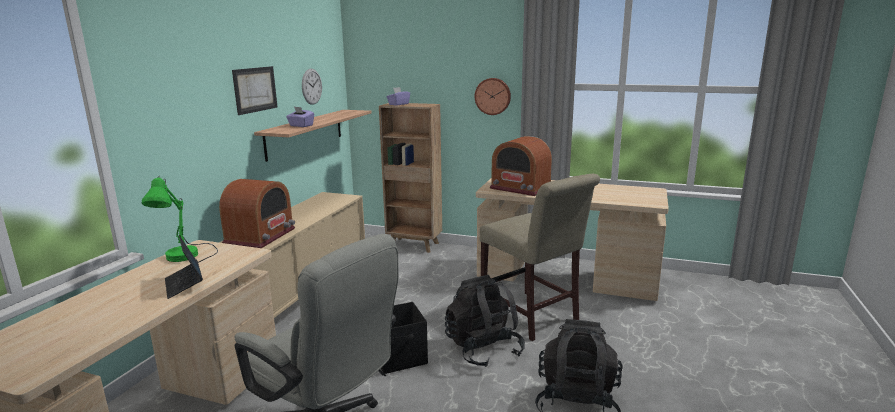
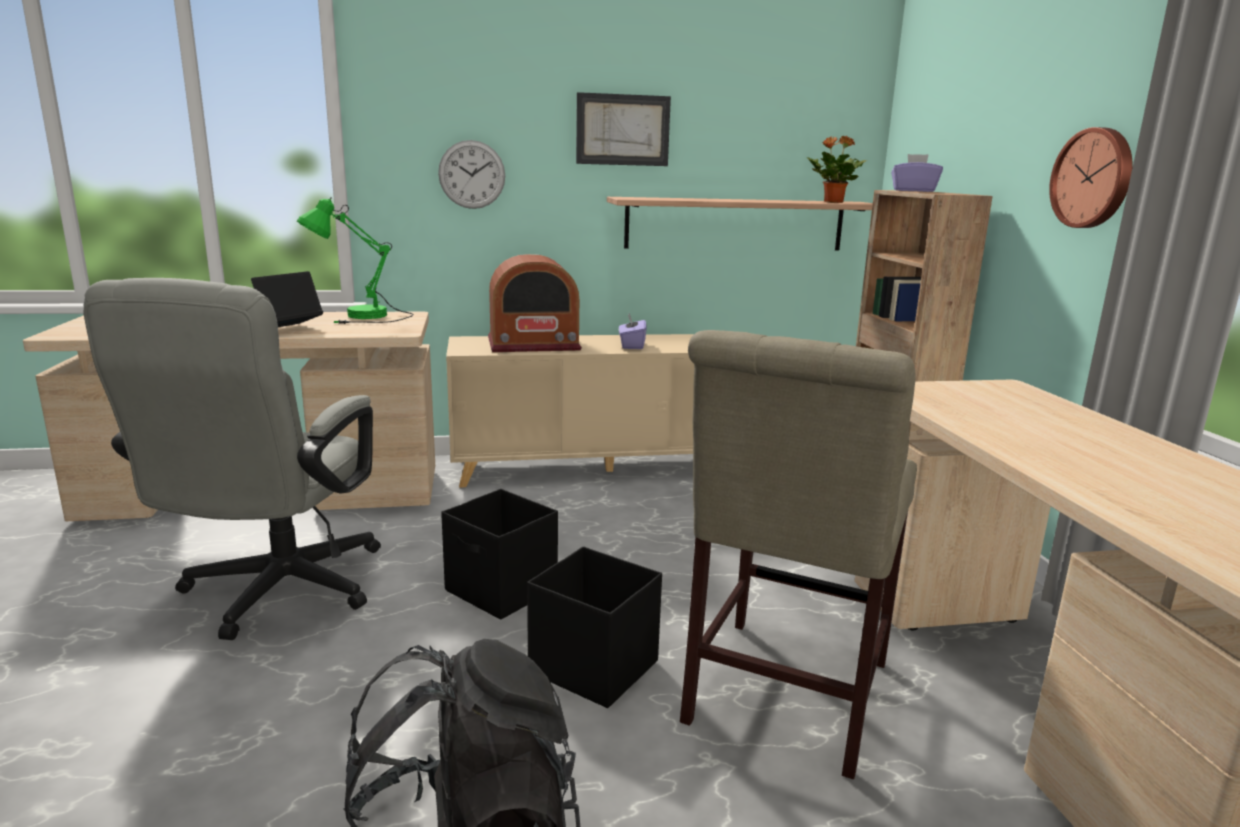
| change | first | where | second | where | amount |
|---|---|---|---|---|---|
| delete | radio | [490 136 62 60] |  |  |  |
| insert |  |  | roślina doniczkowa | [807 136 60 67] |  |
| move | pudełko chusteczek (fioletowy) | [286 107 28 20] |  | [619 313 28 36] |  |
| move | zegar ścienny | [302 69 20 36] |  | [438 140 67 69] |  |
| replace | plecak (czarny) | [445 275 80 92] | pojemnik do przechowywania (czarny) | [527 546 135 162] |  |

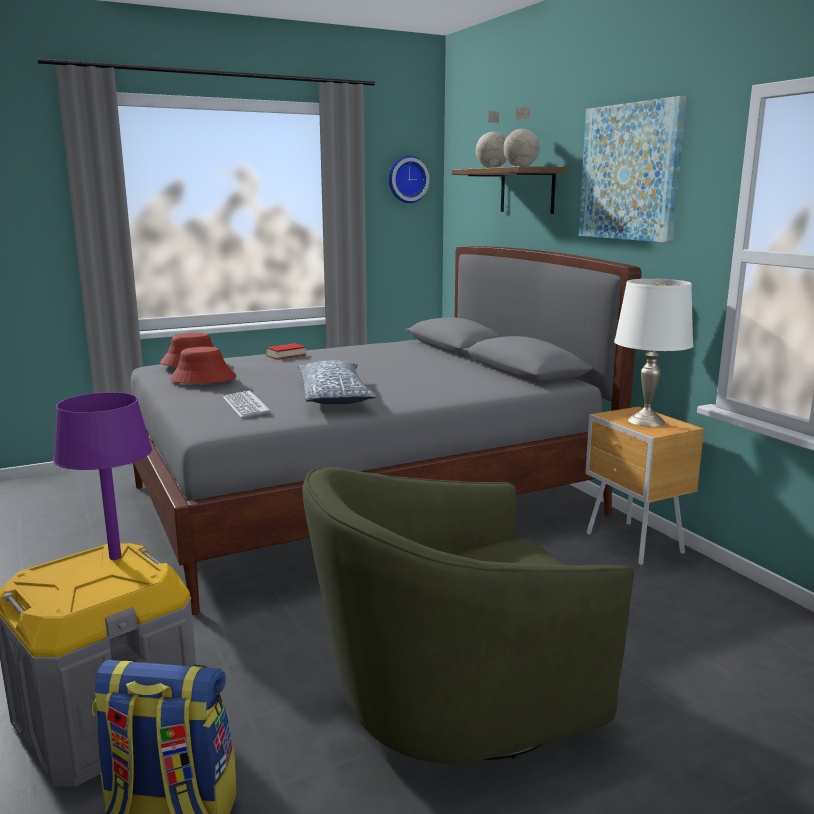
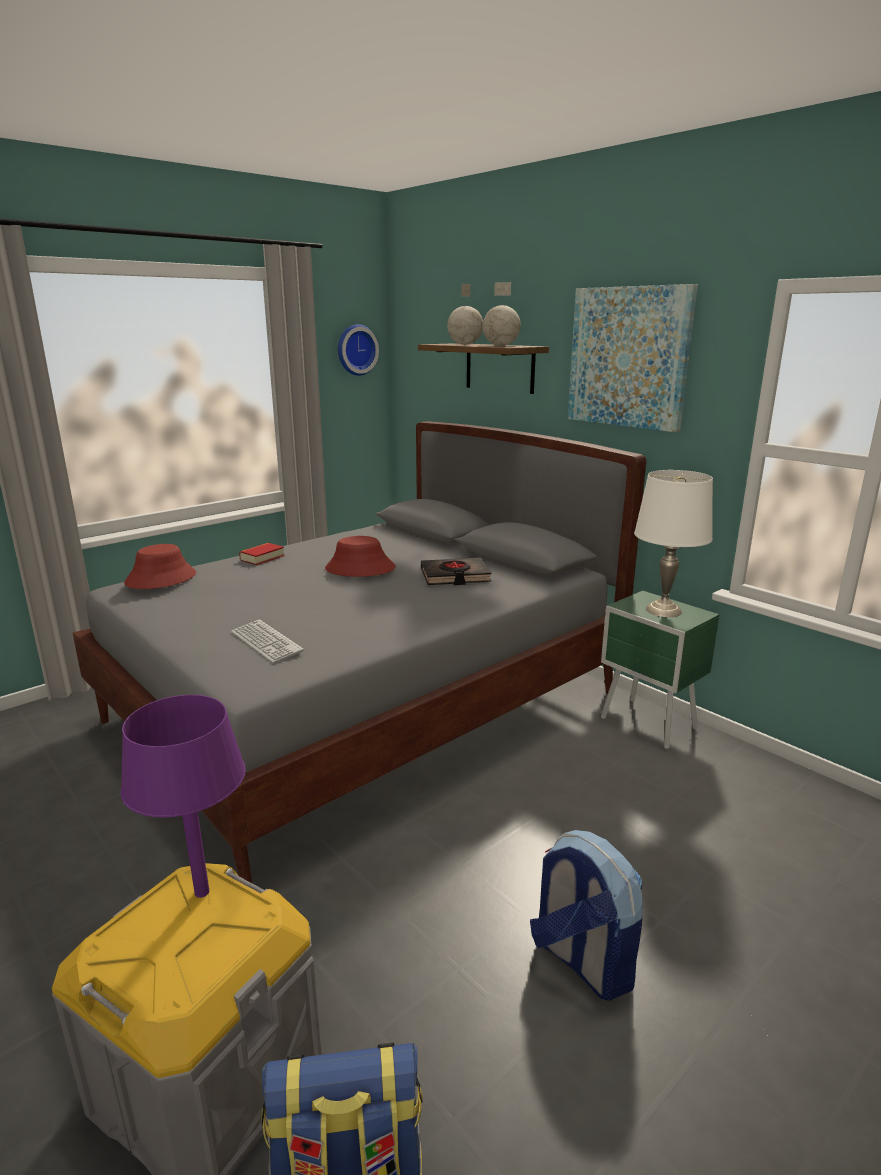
| change | first | where | second | where | amount |
|---|---|---|---|---|---|
| delete | poduszka | [298 360 78 44] |  |  |  |
| insert |  |  | książka (czarny) | [421 558 71 27] |  |
| move | kapelusz (czerwony) | [170 347 67 37] |  | [325 536 71 41] |  |
| replace | fotel (zielony) | [302 467 332 298] | plecak | [530 830 113 171] |  |
| recolor | szafka nocna (brązowy) | [585 406 119 159] | szafka nocna (zielony) | [601 591 119 158] |  |

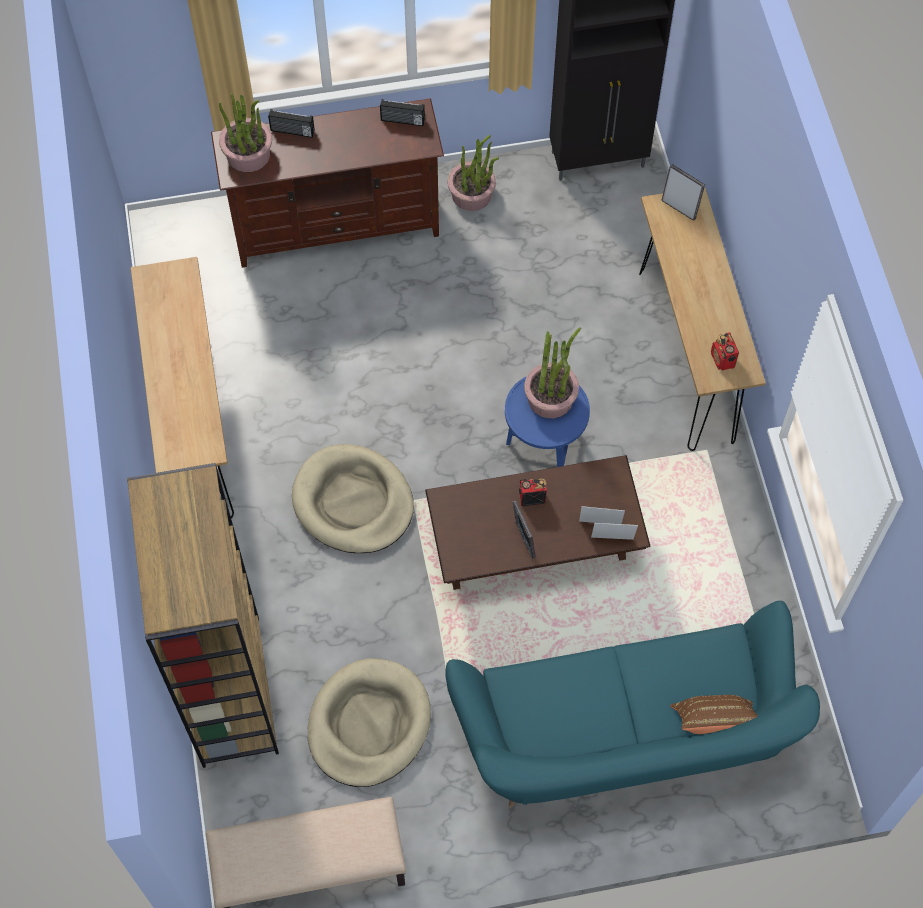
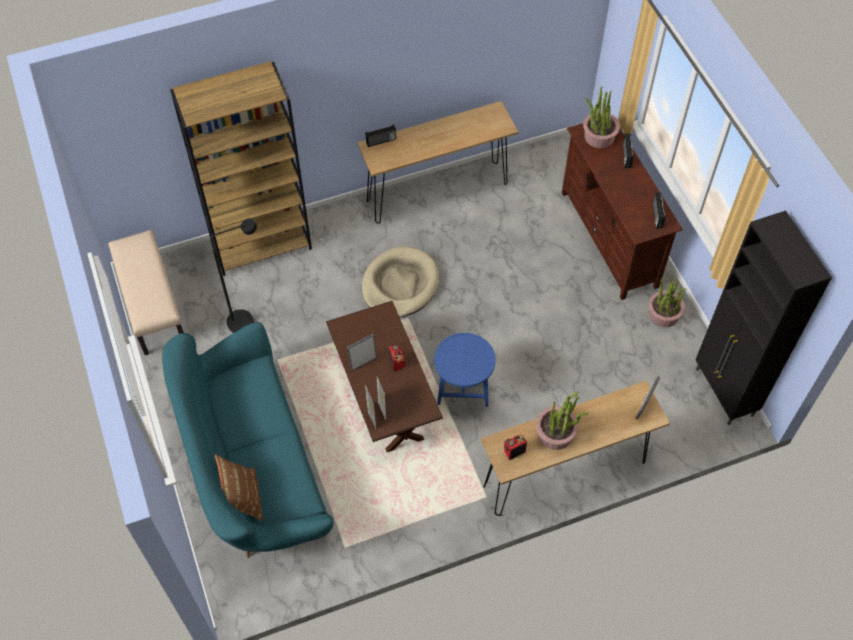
| change | first | where | second | where | amount |
|---|---|---|---|---|---|
| insert |  |  | radio | [365 124 31 23] |  |
| move | roślina doniczkowa | [524 328 57 90] |  | [536 391 52 59] |  |
| replace | legowisko (beżowy) | [308 658 123 129] | lampa stojąca (czarny) | [211 218 46 115] |  |

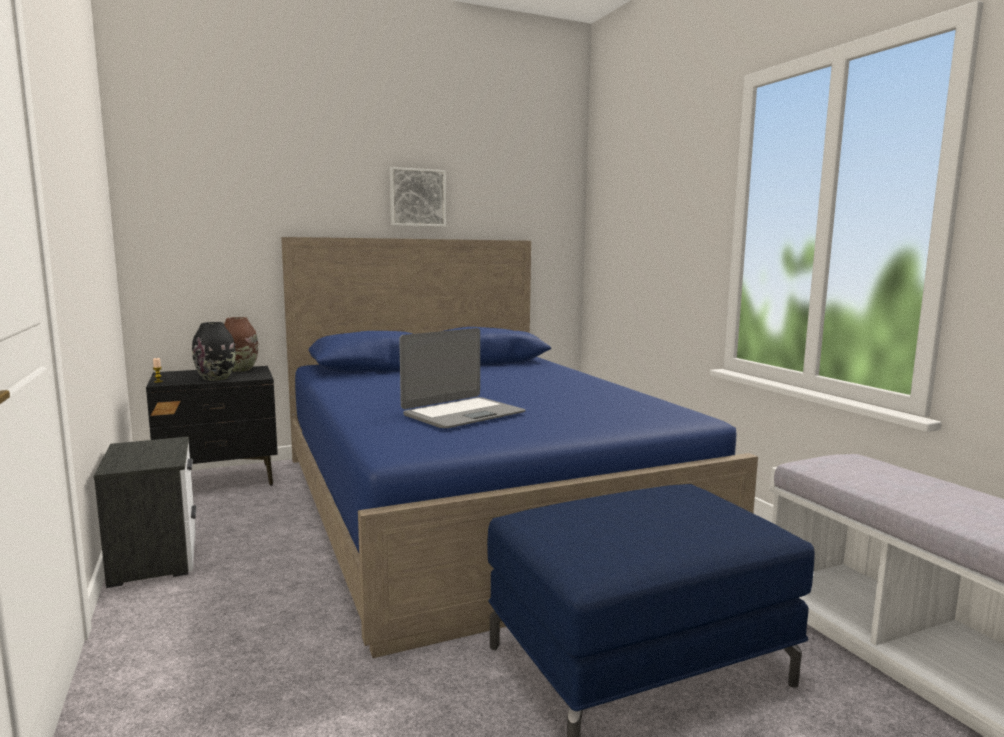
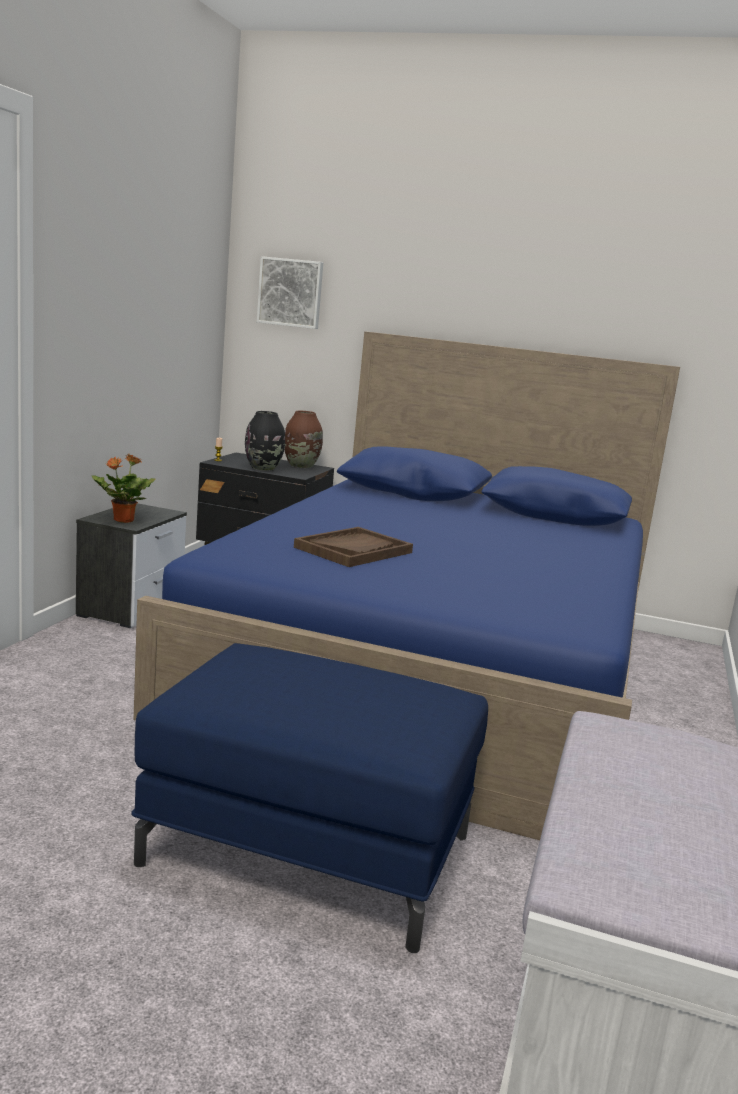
| change | first | where | second | where | amount |
|---|---|---|---|---|---|
| insert |  |  | roślina doniczkowa | [91 454 65 69] |  |
| move | obraz | [390 167 56 60] |  | [257 256 66 73] |  |
| replace | laptop | [399 328 127 100] | taca (brązowy) | [294 527 119 40] |  |

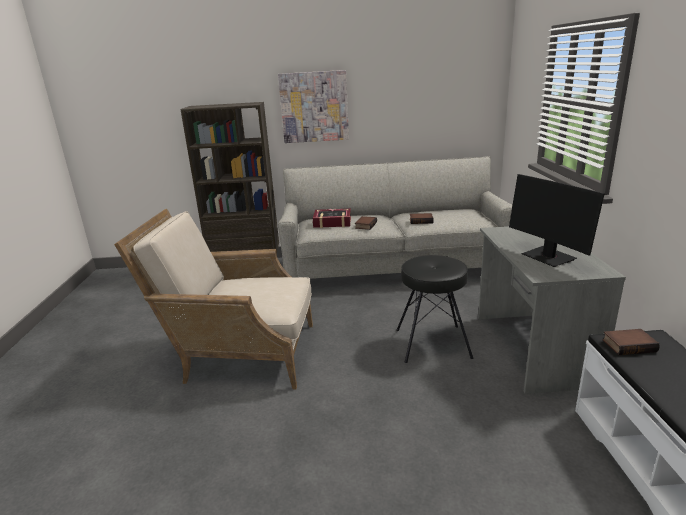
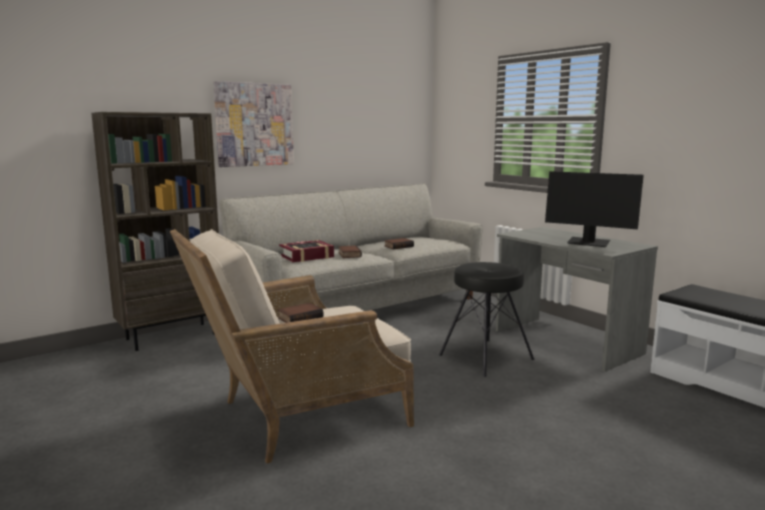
| change | first | where | second | where | amount |
|---|---|---|---|---|---|
| move | książka | [602 329 58 26] |  | [278 303 45 20] |  |

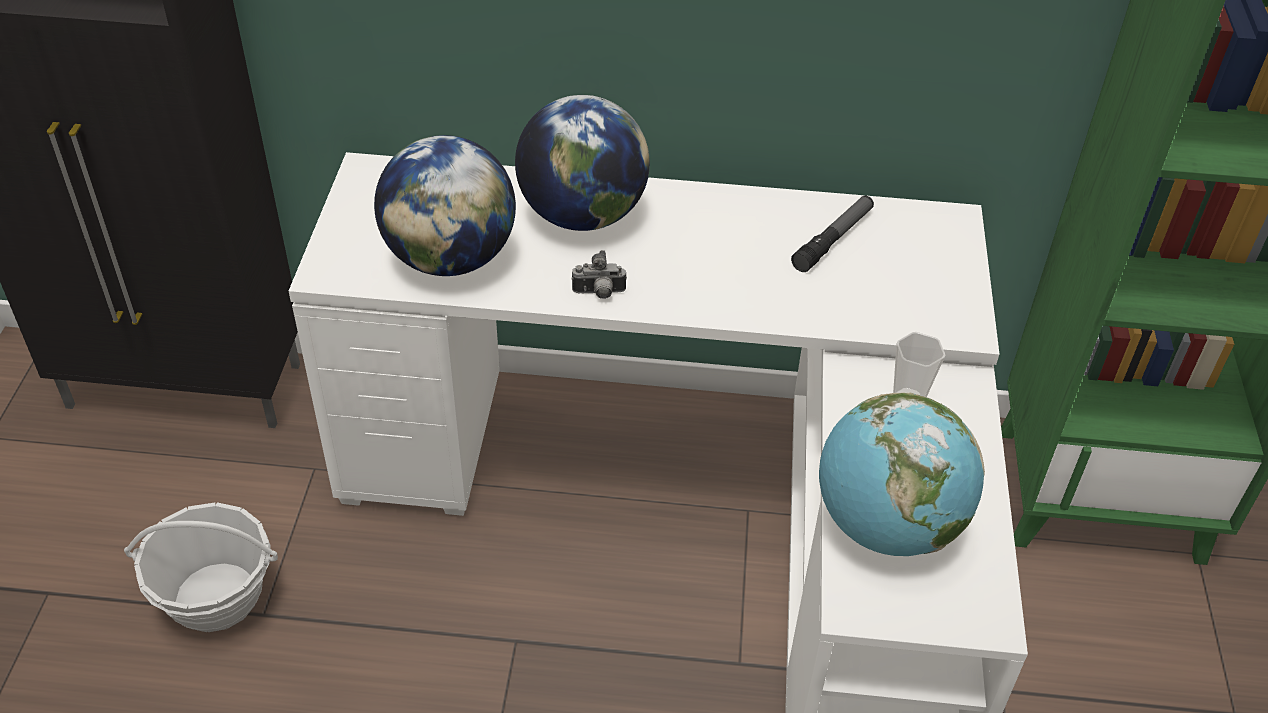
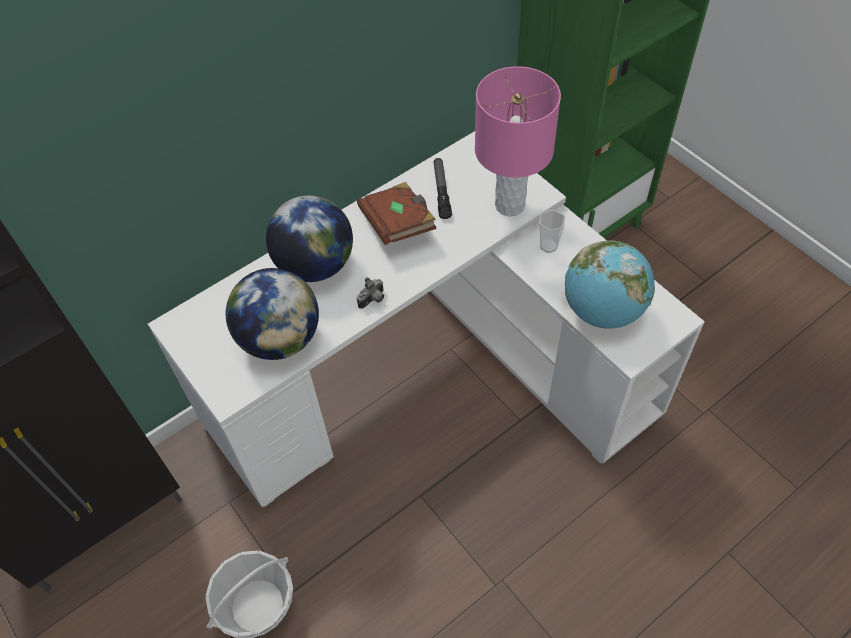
| change | first | where | second | where | amount |
|---|---|---|---|---|---|
| insert |  |  | książka (brązowy) | [357 182 79 63] |  |
| insert |  |  | lampa stołowa (różowy) | [475 66 86 150] |  |

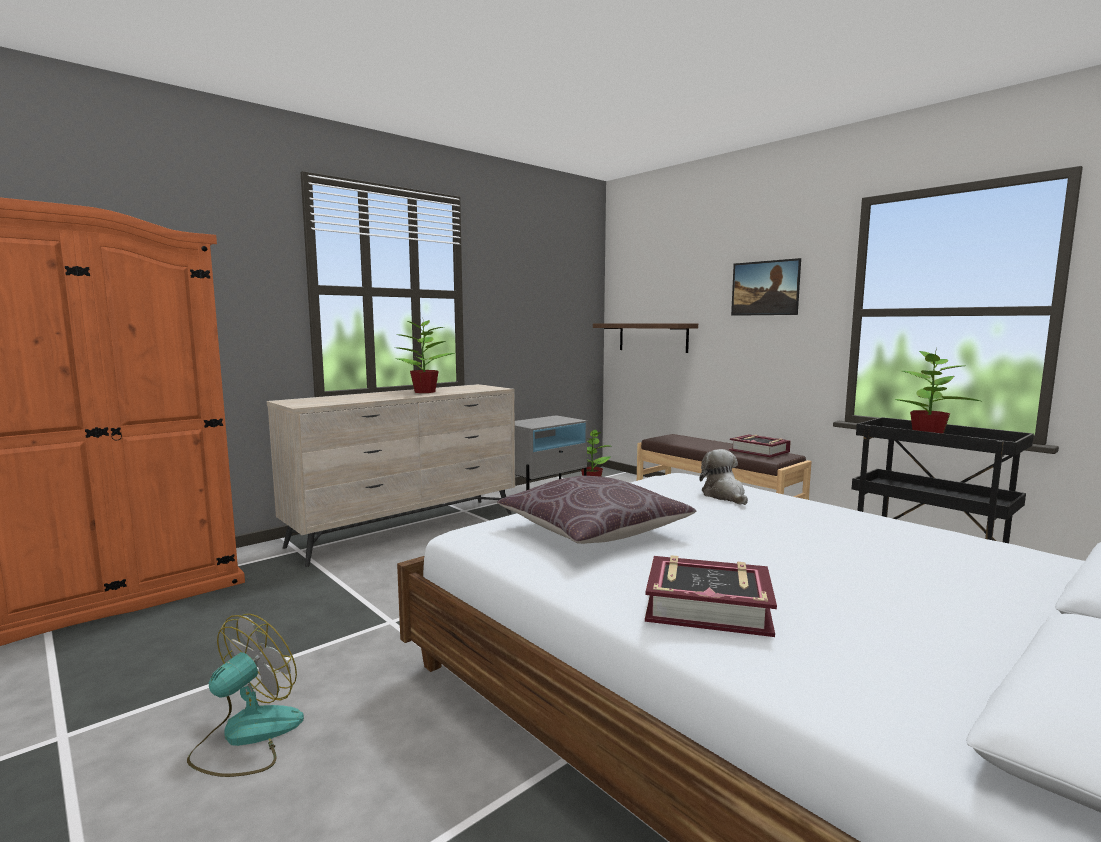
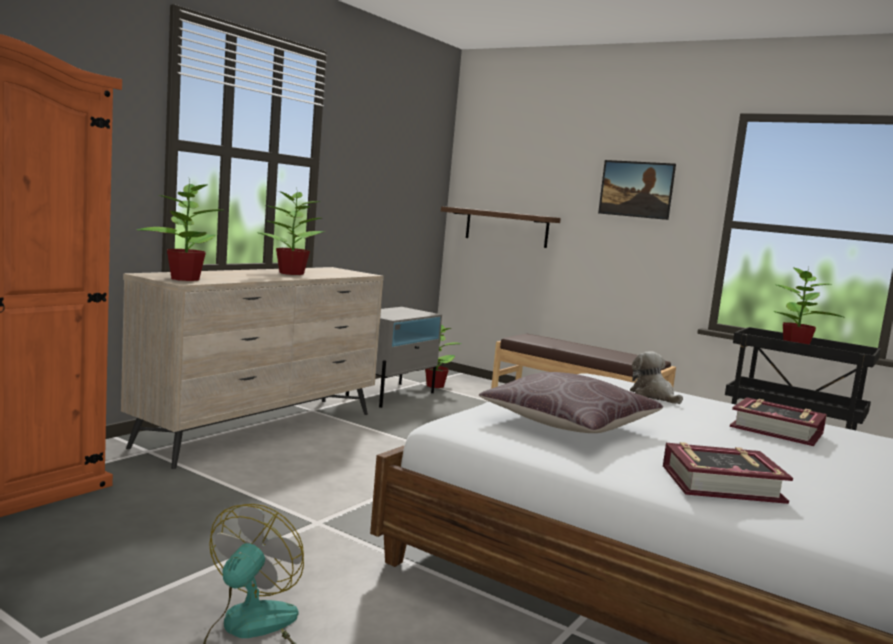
| change | first | where | second | where | amount |
|---|---|---|---|---|---|
| insert |  |  | roślina doniczkowa | [137 180 85 101] |  |
| move | książka | [729 434 62 24] |  | [730 397 97 49] |  |

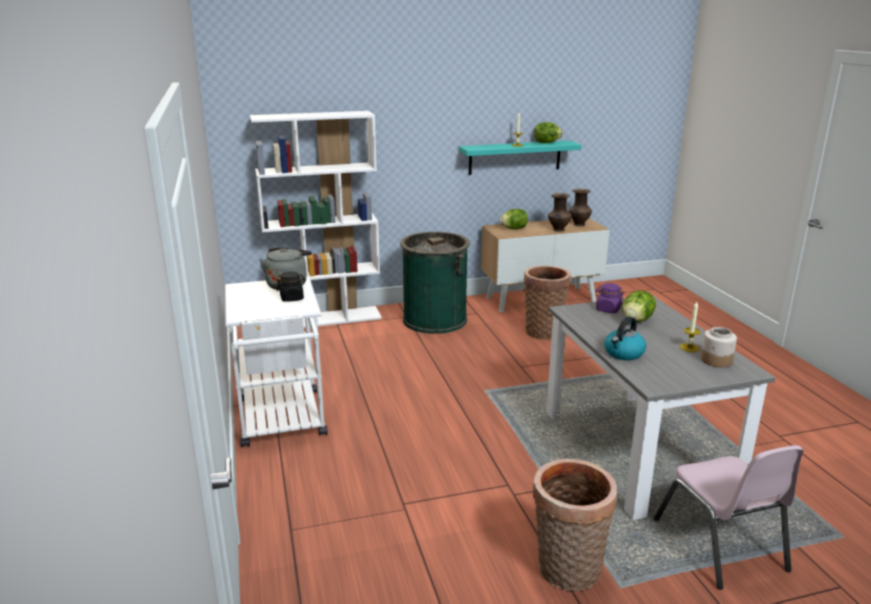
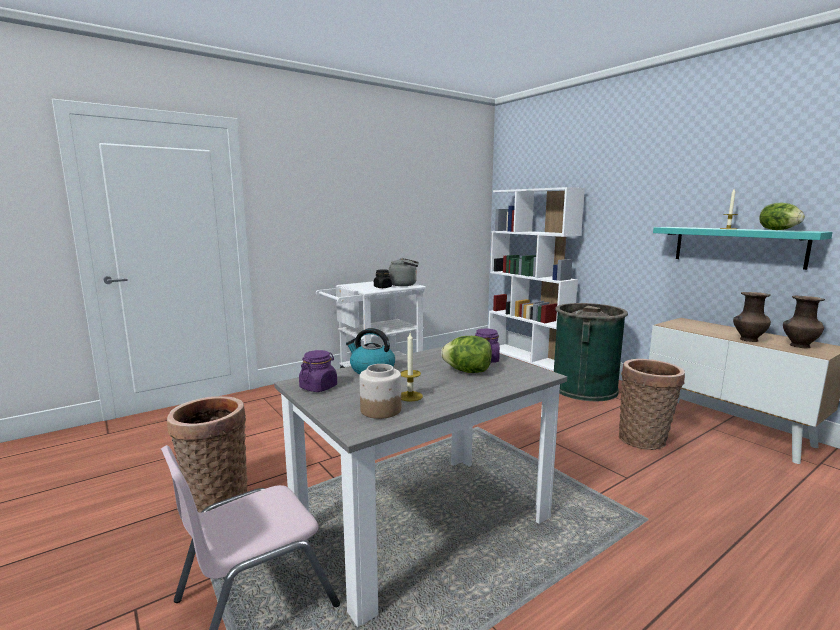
| change | first | where | second | where | amount |
|---|---|---|---|---|---|
| delete | sałata | [500 209 28 20] |  |  |  |
| insert |  |  | słoik (fioletowy) | [299 350 38 42] |  |

